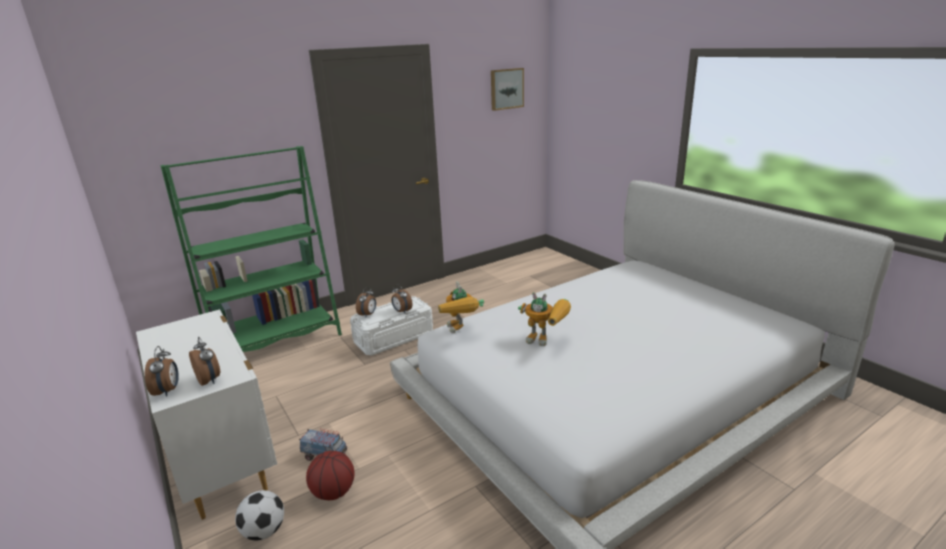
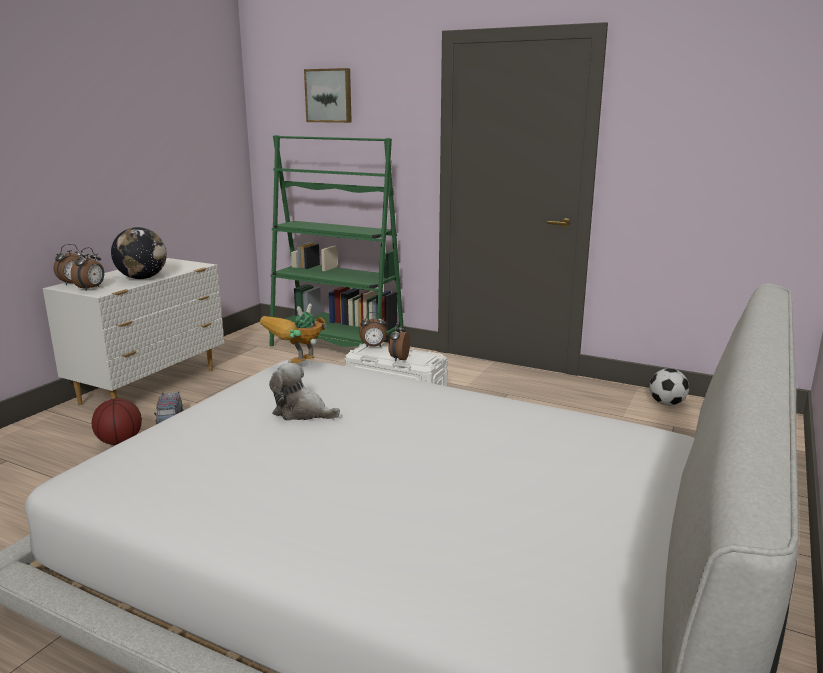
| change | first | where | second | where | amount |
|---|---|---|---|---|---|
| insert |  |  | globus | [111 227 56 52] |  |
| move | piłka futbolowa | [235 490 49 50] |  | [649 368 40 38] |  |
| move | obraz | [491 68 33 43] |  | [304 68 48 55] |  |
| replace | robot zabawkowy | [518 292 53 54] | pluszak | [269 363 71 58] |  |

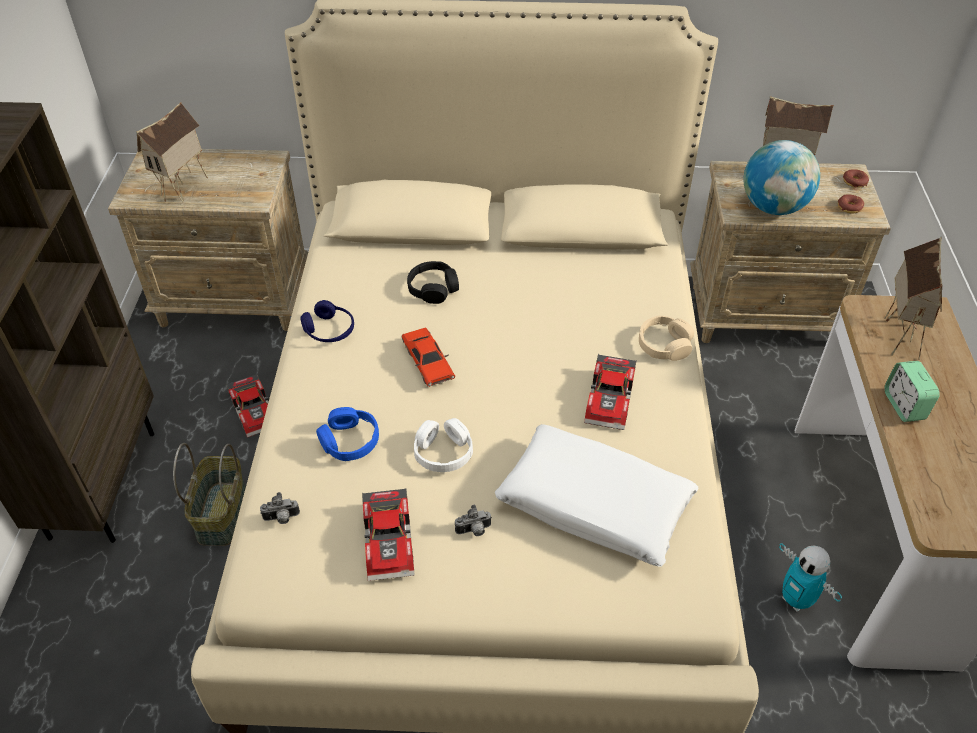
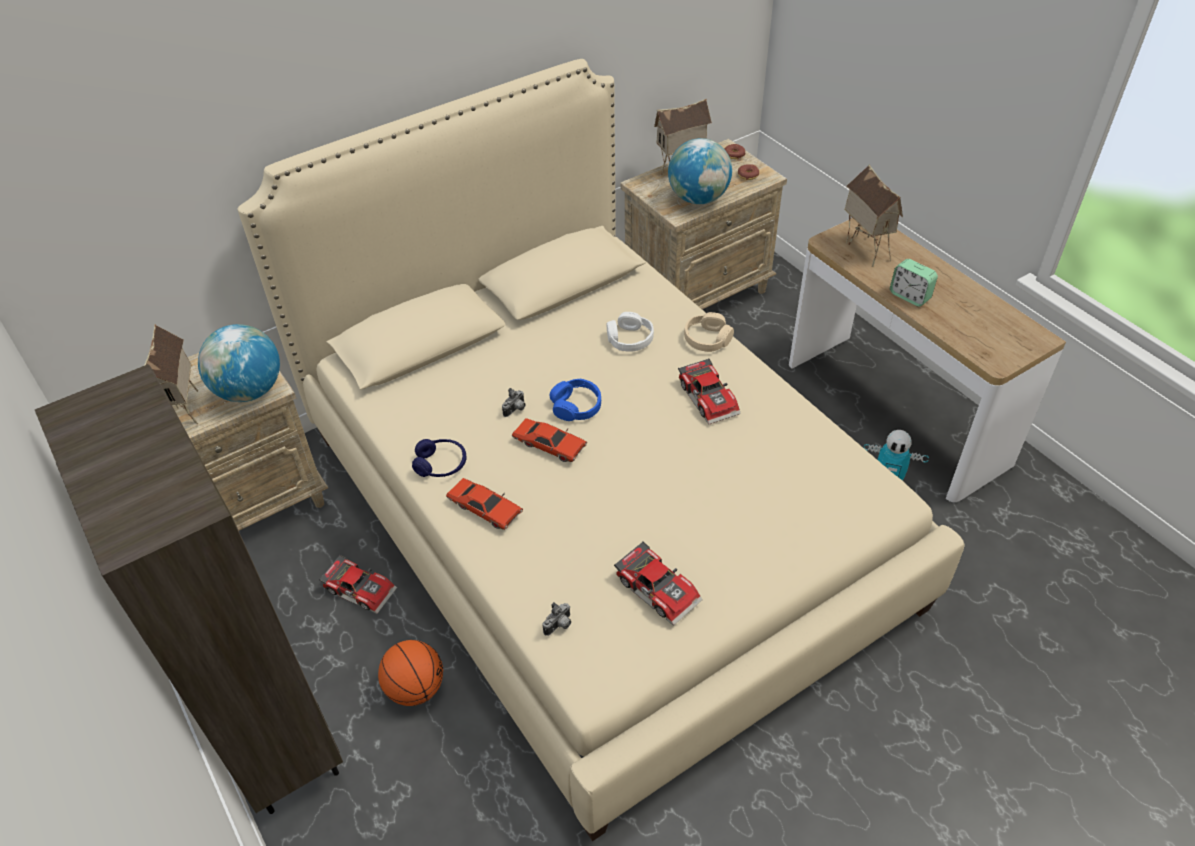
| change | first | where | second | where | amount |
|---|---|---|---|---|---|
| delete | słuchawki (czarny) | [407 261 52 43] |  |  |  |
| delete | poduszka (biały) | [495 424 203 142] |  |  |  |
| insert |  |  | globus | [198 324 82 78] |  |
| insert |  |  | samochodzik (czerwony) | [446 478 77 52] |  |
| move | słuchawki (niebieski) | [316 407 63 54] |  | [550 379 51 42] |  |
| move | słuchawki (biały) | [414 418 59 54] |  | [607 312 47 40] |  |
| move | aparat fotograficzny | [455 505 37 31] |  | [502 388 24 29] |  |
| replace | koszyk | [173 443 73 103] | piłka do koszykówki | [378 640 65 66] |  |

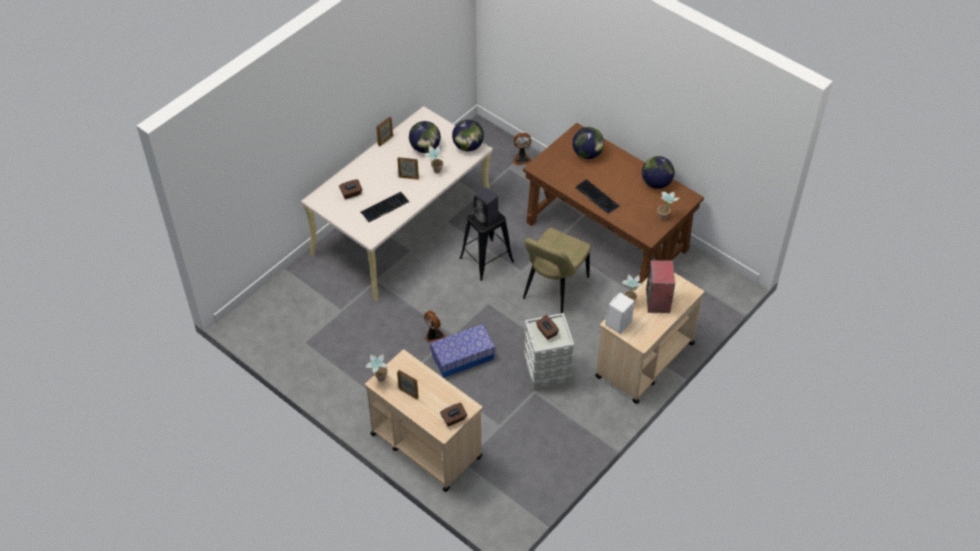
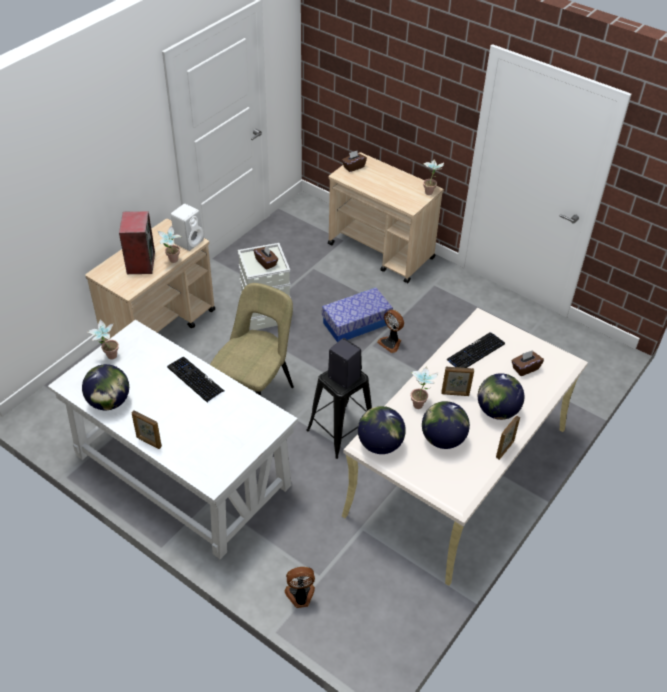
| change | first | where | second | where | amount |
|---|---|---|---|---|---|
| move | ramka na zdjęcie | [397 370 22 30] |  | [132 410 30 39] |  |
| move | globus | [572 127 32 32] |  | [478 373 46 47] |  |
| recolor | biurko (brązowy) | [523 123 181 164] | biurko (biały) | [48 320 250 239] |  |

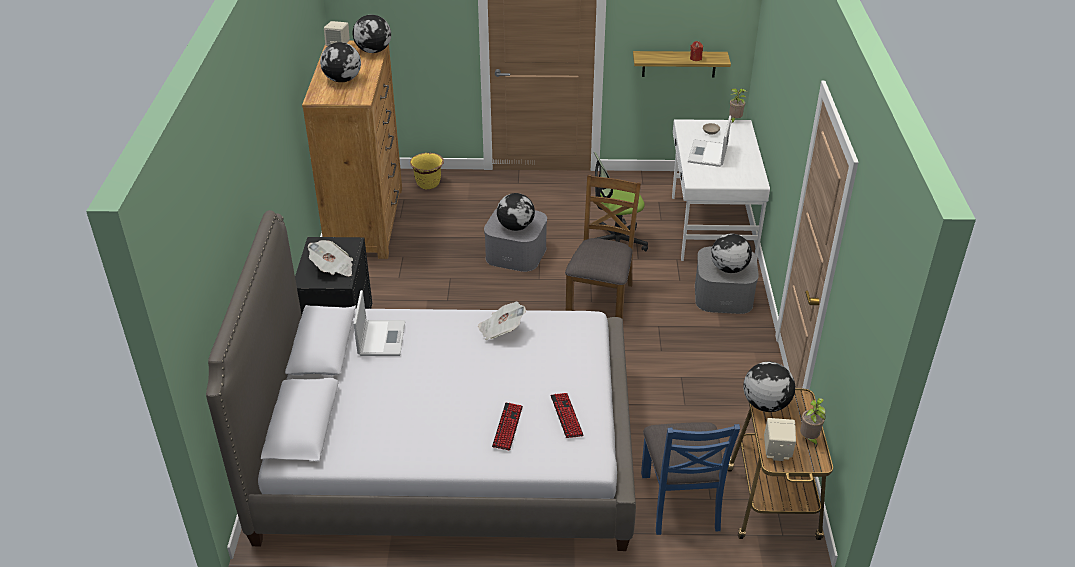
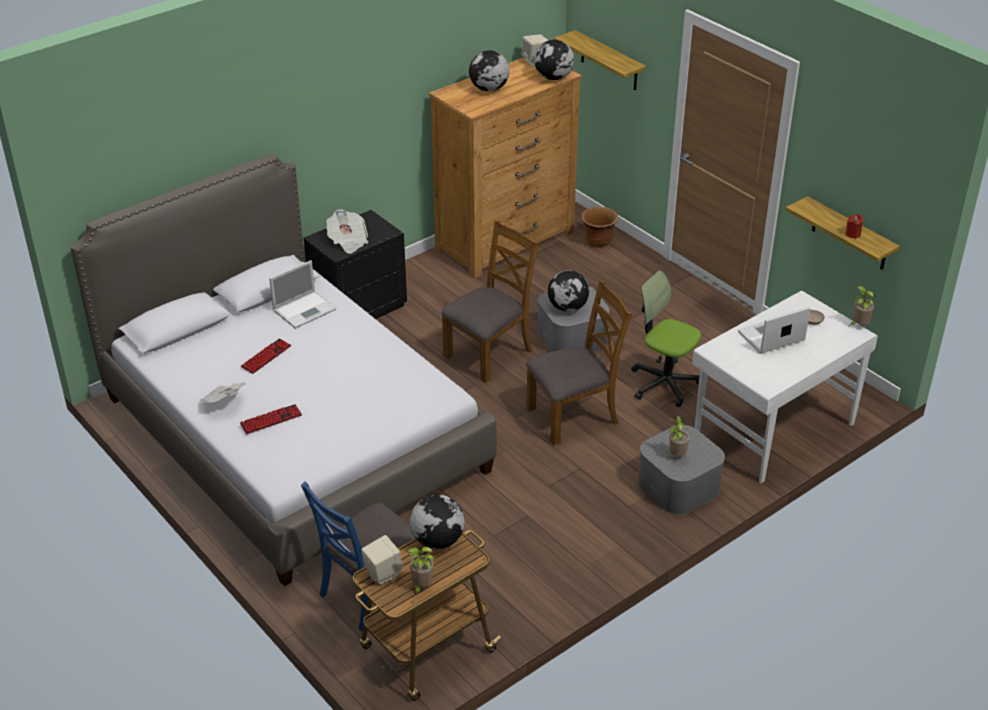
| change | first | where | second | where | amount |
|---|---|---|---|---|---|
| insert |  |  | krzesło (brązowy) | [441 221 98 162] |  |
| insert |  |  | półka | [554 30 92 60] |  |
| move | gazeta | [478 302 48 38] |  | [200 382 46 21] |  |
| move | klawiatura | [550 393 34 45] |  | [241 338 50 36] |  |
| replace | globus | [711 234 41 39] | roślina doniczkowa | [667 415 23 42] |  |
| recolor | donica (żółty) | [410 153 34 36] | donica (brązowy) | [581 207 37 40] |  |

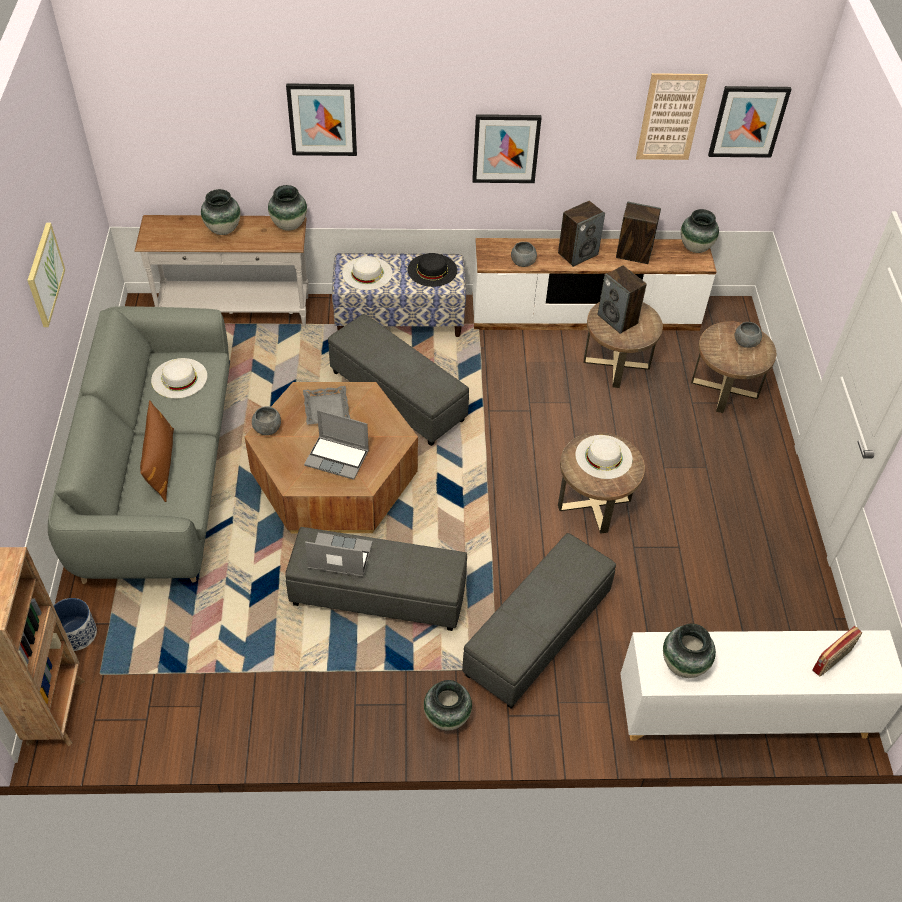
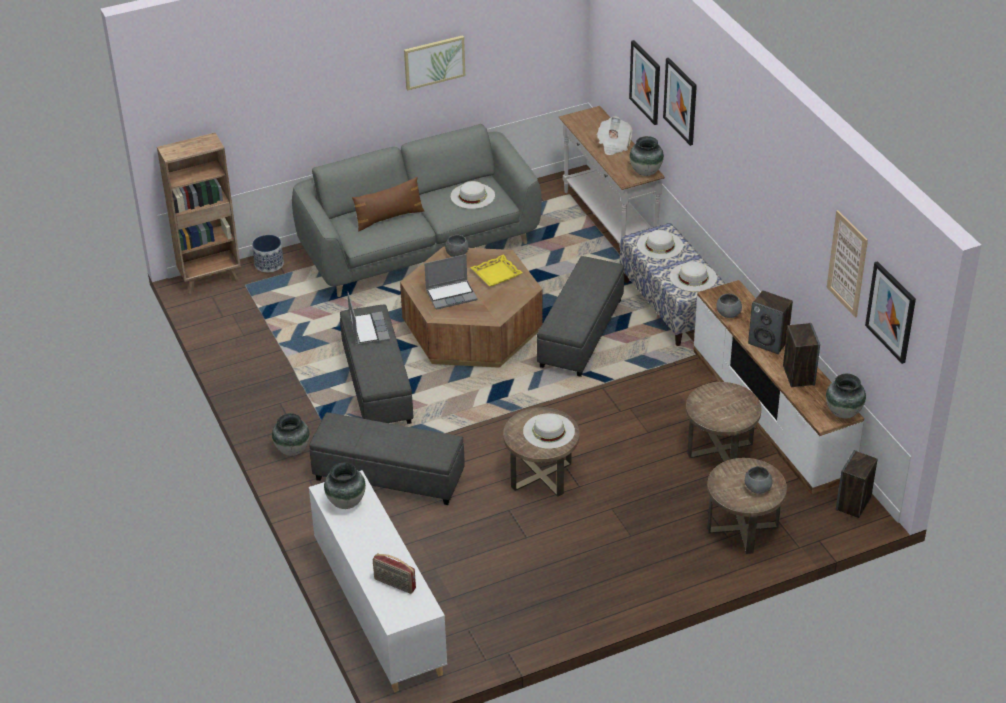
| change | first | where | second | where | amount |
|---|---|---|---|---|---|
| move | obraz | [472 114 70 69] |  | [629 40 31 85] |  |
| move | głośnik | [598 265 49 69] |  | [836 450 41 68] |  |
| replace | wazon | [201 189 40 46] | gazeta | [597 117 36 38] |  |
| recolor | taca (szary) | [303 386 47 39] | taca (żółty) | [470 255 52 31] |  |
| recolor | kapelusz (czarny) | [407 253 50 34] | kapelusz (biały) | [670 261 47 31] |  |
| rotate | laptop | [304 410 65 70] |  | [424 254 53 55] | 105 degrees counterclockwise |

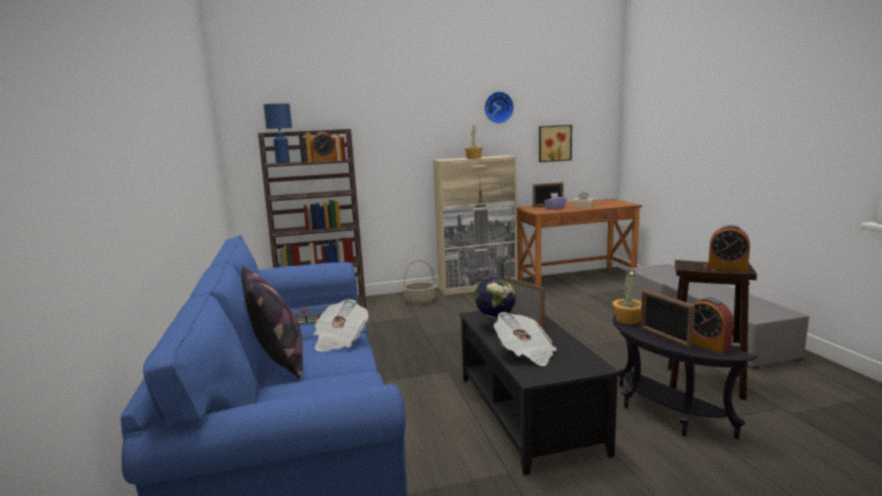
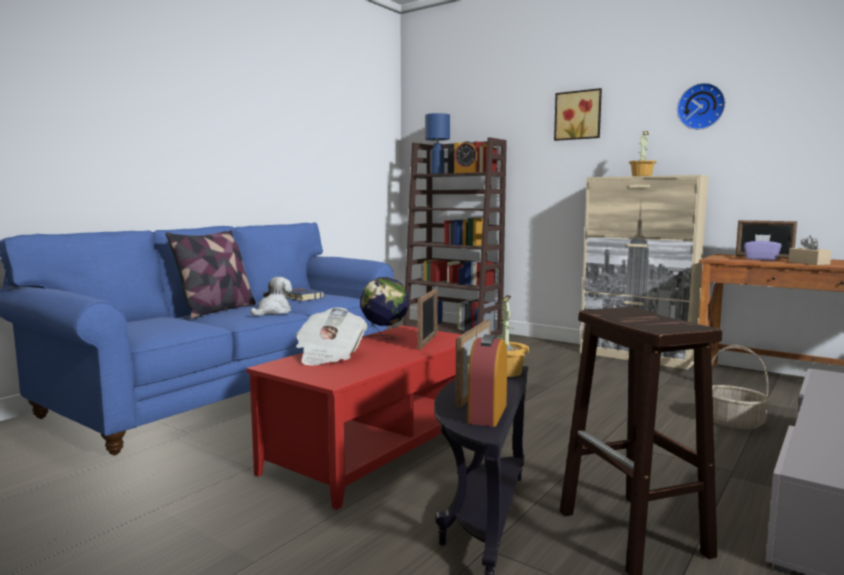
| change | first | where | second | where | amount |
|---|---|---|---|---|---|
| delete | budzik | [708 225 42 47] |  |  |  |
| move | koszyk | [403 260 33 45] |  | [712 345 58 84] |  |
| move | obraz | [539 125 33 37] |  | [554 88 48 53] |  |
| replace | gazeta | [314 299 55 53] | pluszak | [250 277 42 39] |  |
| recolor | ława (czarny) | [460 311 160 164] | ława (czerwony) | [246 326 215 184] |  |

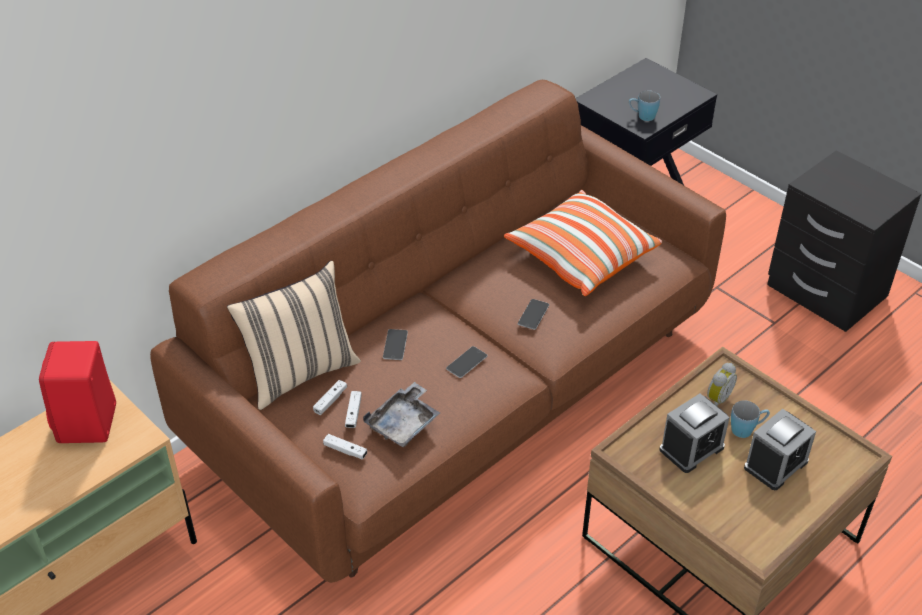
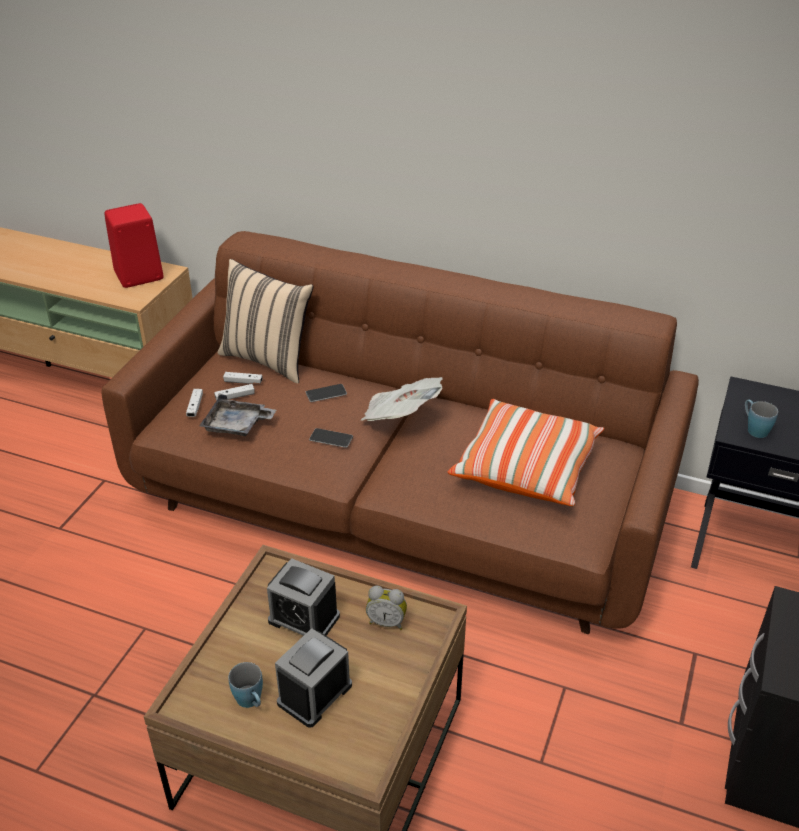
| change | first | where | second | where | amount |
|---|---|---|---|---|---|
| delete | telefon | [518 299 31 31] |  |  |  |
| insert |  |  | gazeta | [361 377 82 44] |  |
| move | kubek (niebieski) | [731 400 39 38] |  | [228 662 35 46] |  |
| rotate | budzik | [744 409 72 81] |  | [275 628 77 100] | 105 degrees clockwise |

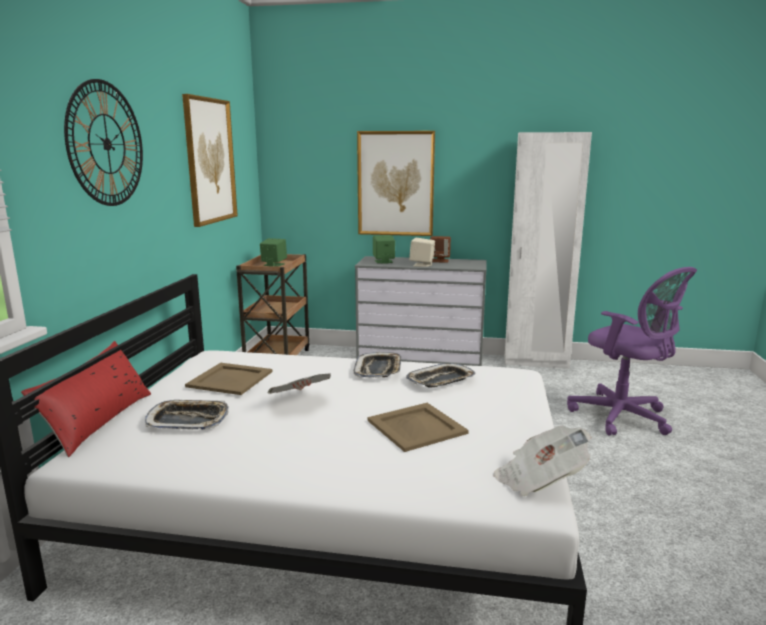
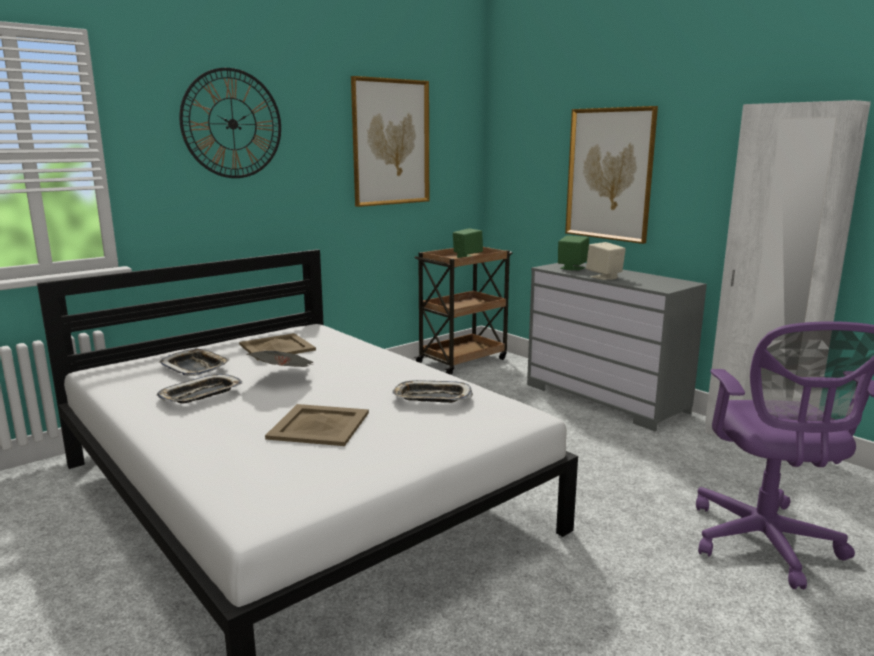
| change | first | where | second | where | amount |
|---|---|---|---|---|---|
| delete | poduszka (czerwony) | [21 341 130 116] |  |  |  |
| delete | głośnik (brązowy) | [430 236 21 27] |  |  |  |
| delete | gazeta | [494 426 97 70] |  |  |  |
| move | taca | [354 352 47 26] |  | [157 374 85 30] |  |

